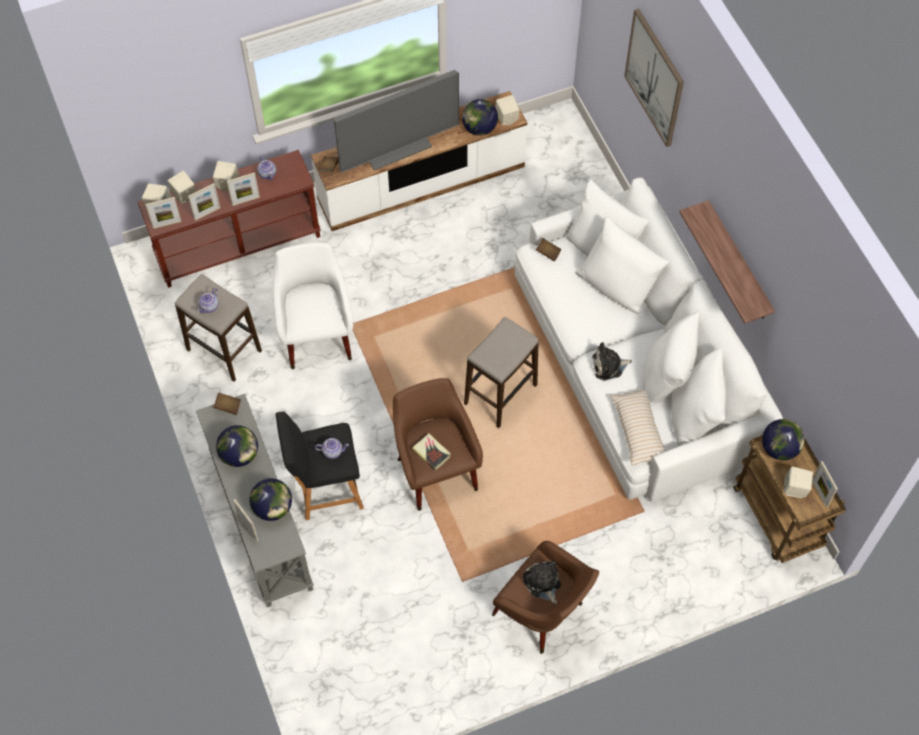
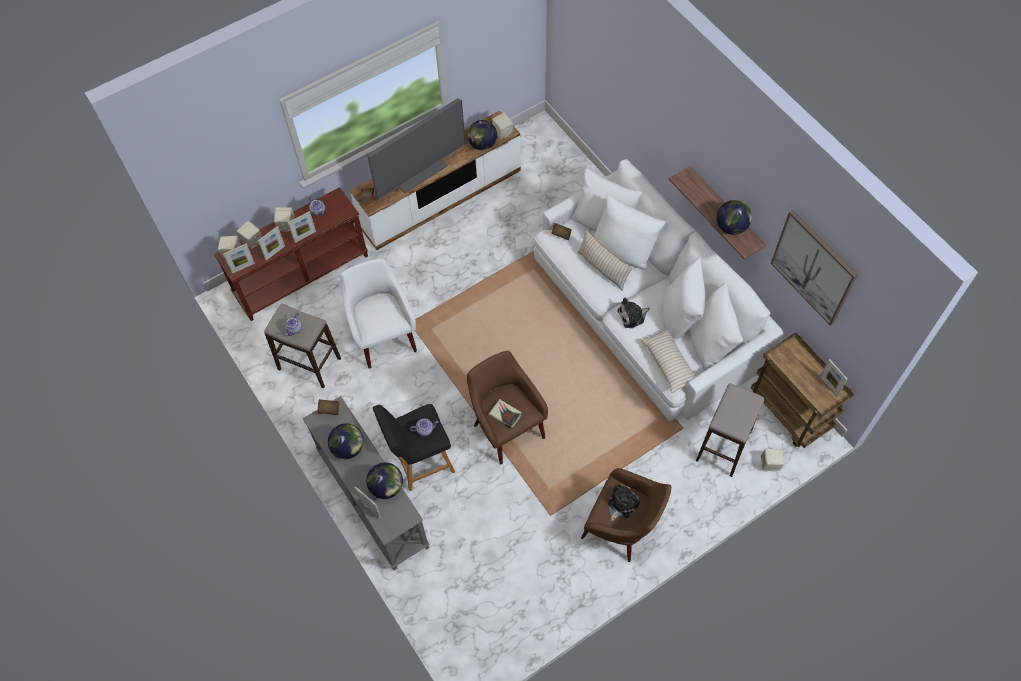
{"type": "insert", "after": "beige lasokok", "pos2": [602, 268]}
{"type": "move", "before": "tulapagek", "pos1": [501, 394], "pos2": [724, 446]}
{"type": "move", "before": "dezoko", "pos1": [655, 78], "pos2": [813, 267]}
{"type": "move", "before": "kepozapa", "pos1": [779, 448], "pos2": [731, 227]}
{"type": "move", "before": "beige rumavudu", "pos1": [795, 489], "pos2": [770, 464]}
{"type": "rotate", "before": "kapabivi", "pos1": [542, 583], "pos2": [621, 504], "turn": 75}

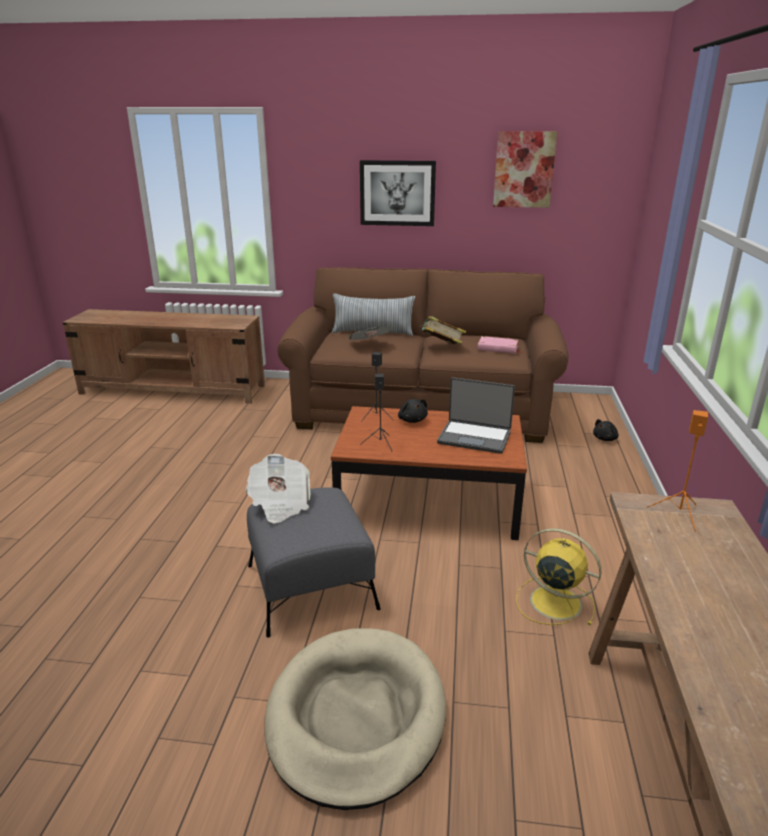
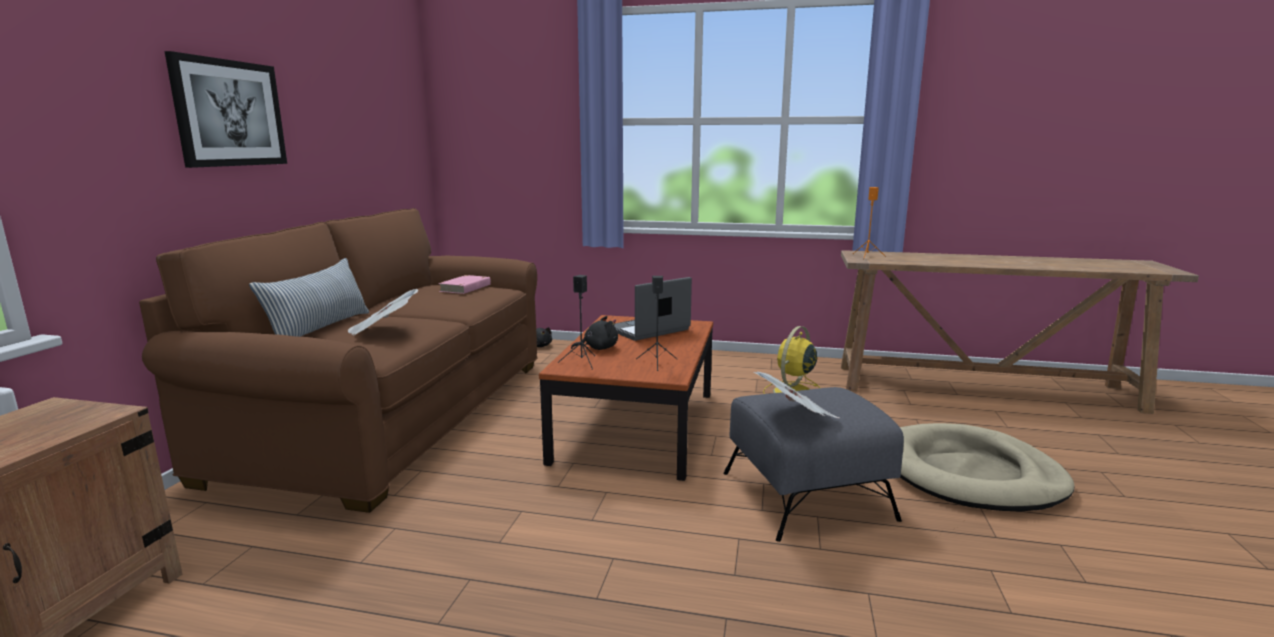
{"type": "delete", "before": "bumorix", "pos1": [441, 347]}
{"type": "delete", "before": "dezoko", "pos1": [524, 169]}
{"type": "rotate", "before": "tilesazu", "pos1": [474, 437], "pos2": [649, 330], "turn": -150}

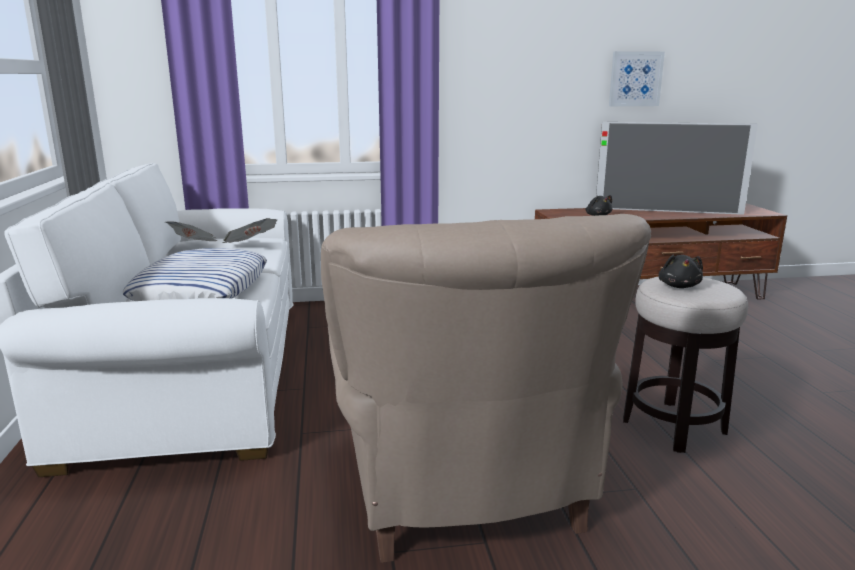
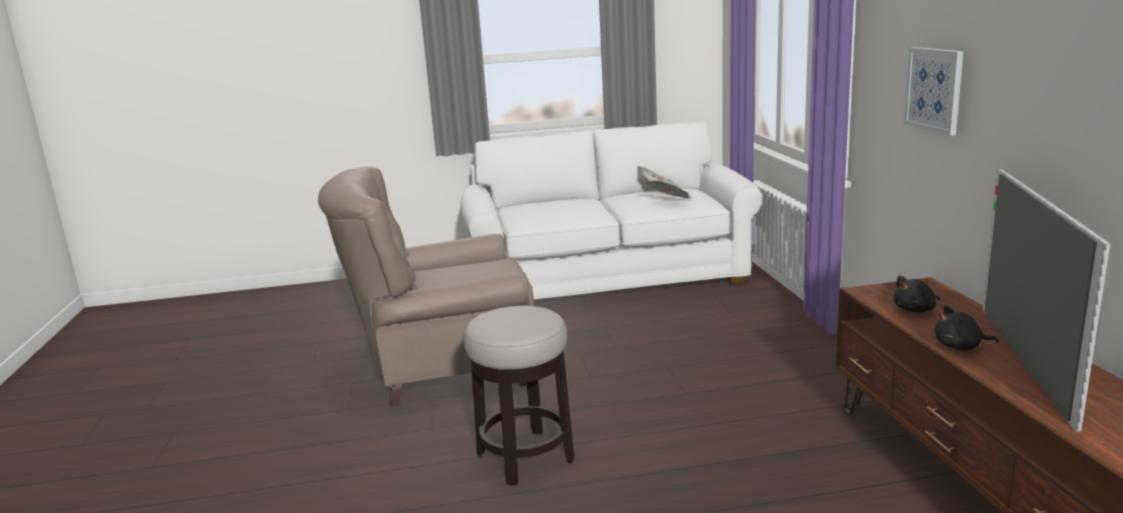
{"type": "delete", "before": "lasokok", "pos1": [201, 288]}
{"type": "move", "before": "dezoko", "pos1": [635, 79], "pos2": [934, 89]}
{"type": "move", "before": "black kapabivi", "pos1": [679, 286], "pos2": [960, 347]}

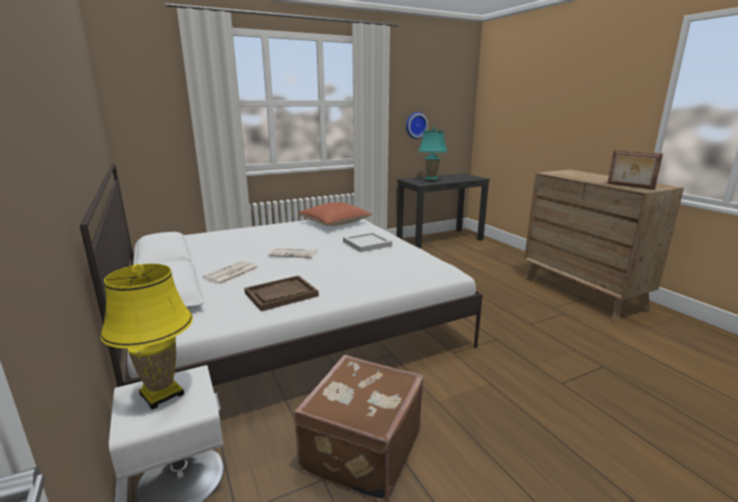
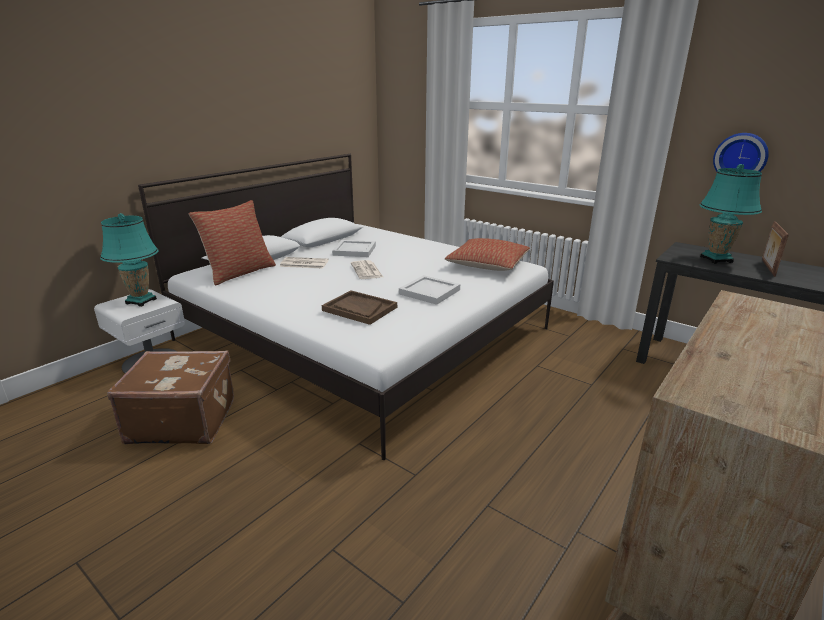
{"type": "insert", "after": "lasokok", "pos2": [239, 272]}
{"type": "insert", "after": "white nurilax", "pos2": [354, 250]}
{"type": "move", "before": "brown nurilax", "pos1": [281, 294], "pos2": [359, 309]}
{"type": "move", "before": "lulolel", "pos1": [630, 186], "pos2": [767, 268]}
{"type": "recolor", "before": "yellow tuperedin", "after": "turquoise tuperedin", "pos1": [162, 394], "pos2": [141, 301]}

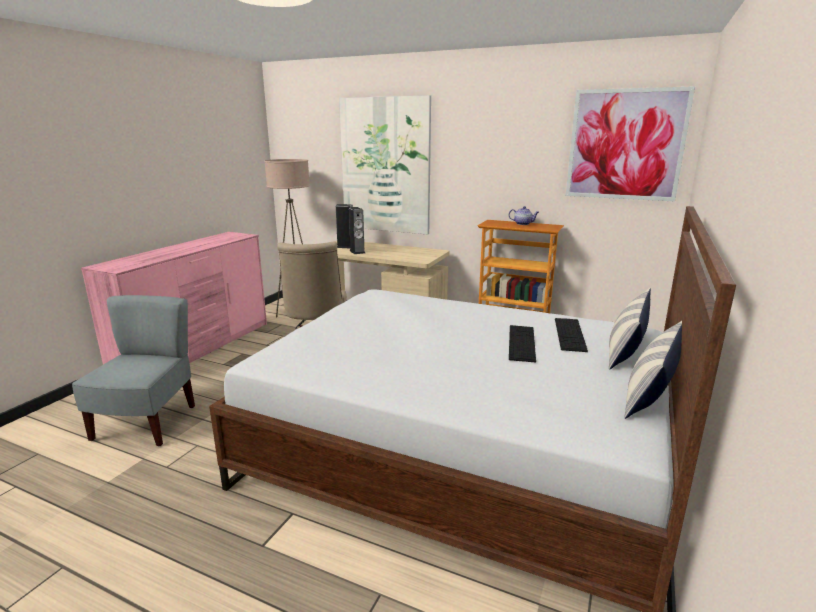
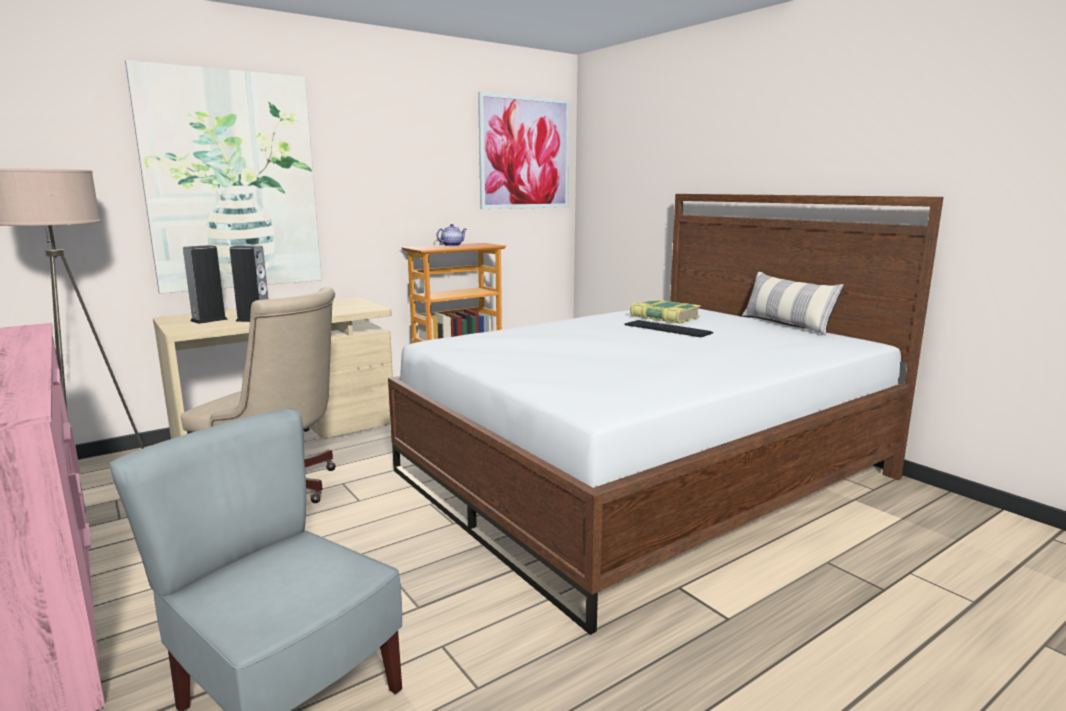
{"type": "delete", "before": "lasokok", "pos1": [625, 349]}
{"type": "replace", "before": "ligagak", "after": "bumorix", "pos1": [569, 334], "pos2": [664, 317]}

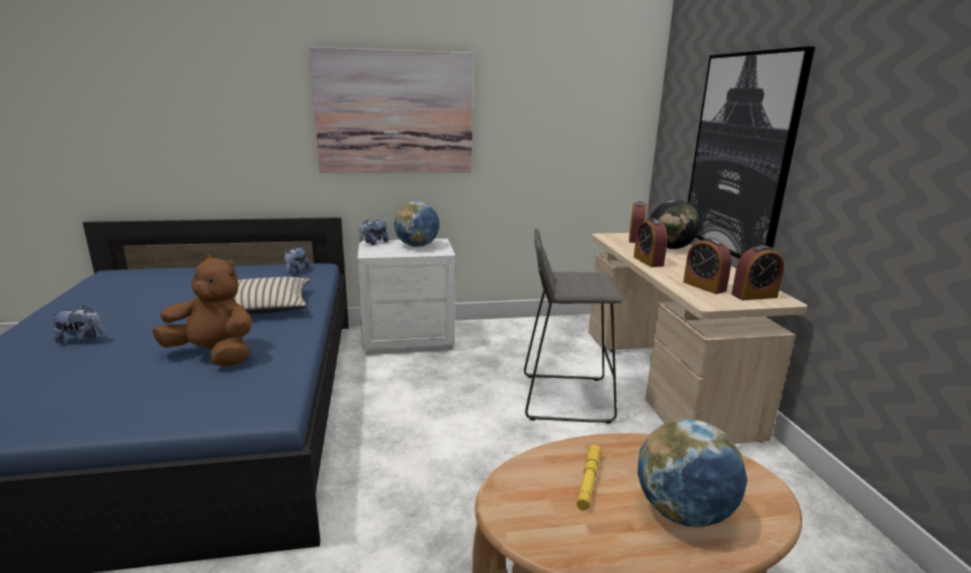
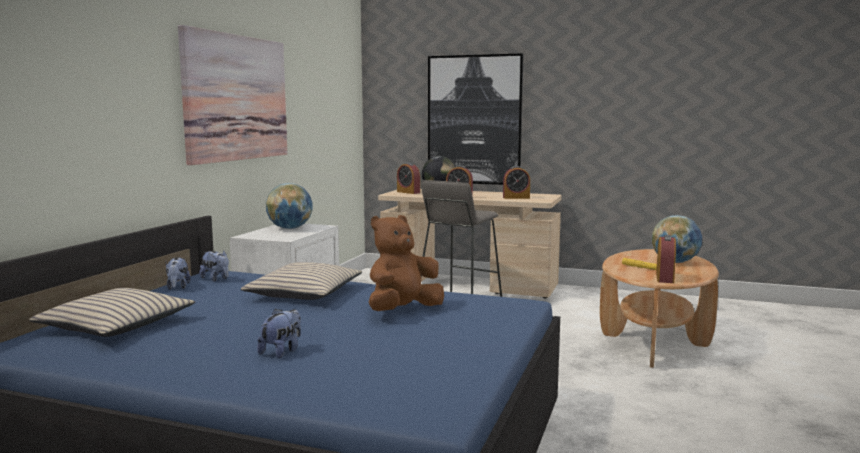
{"type": "insert", "after": "beige lasokok", "pos2": [116, 326]}
{"type": "move", "before": "kapabivi", "pos1": [374, 243], "pos2": [177, 287]}
{"type": "move", "before": "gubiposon", "pos1": [754, 296], "pos2": [664, 278]}

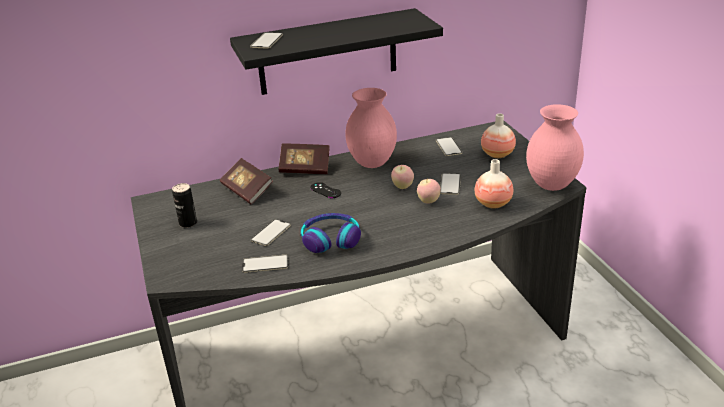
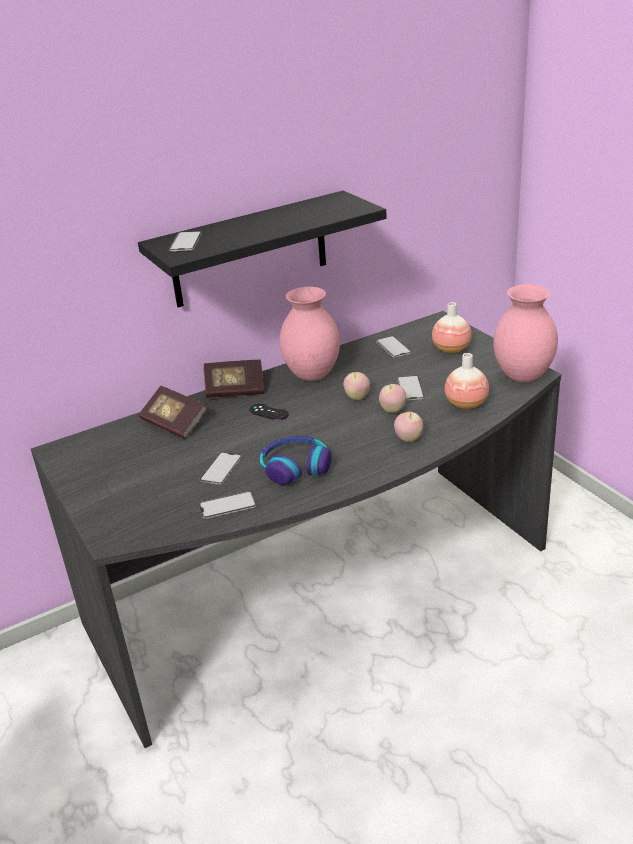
{"type": "delete", "before": "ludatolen", "pos1": [188, 223]}
{"type": "insert", "after": "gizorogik", "pos2": [408, 439]}

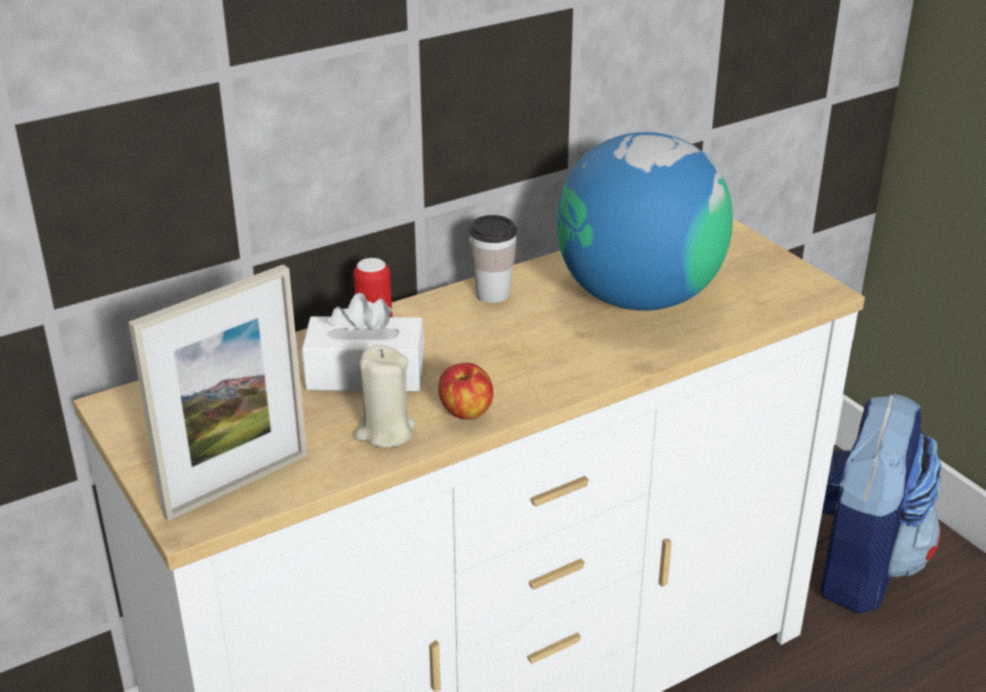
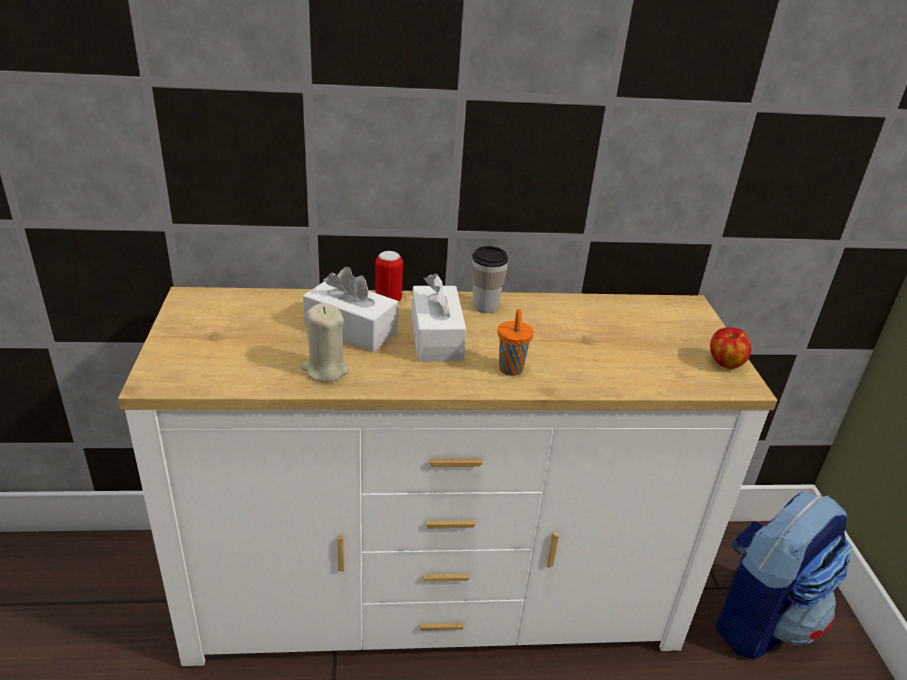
{"type": "delete", "before": "lulolel", "pos1": [237, 485]}
{"type": "delete", "before": "kepozapa", "pos1": [638, 296]}
{"type": "insert", "after": "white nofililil", "pos2": [436, 337]}
{"type": "insert", "after": "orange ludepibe", "pos2": [511, 370]}
{"type": "move", "before": "gizorogik", "pos1": [465, 413], "pos2": [725, 363]}

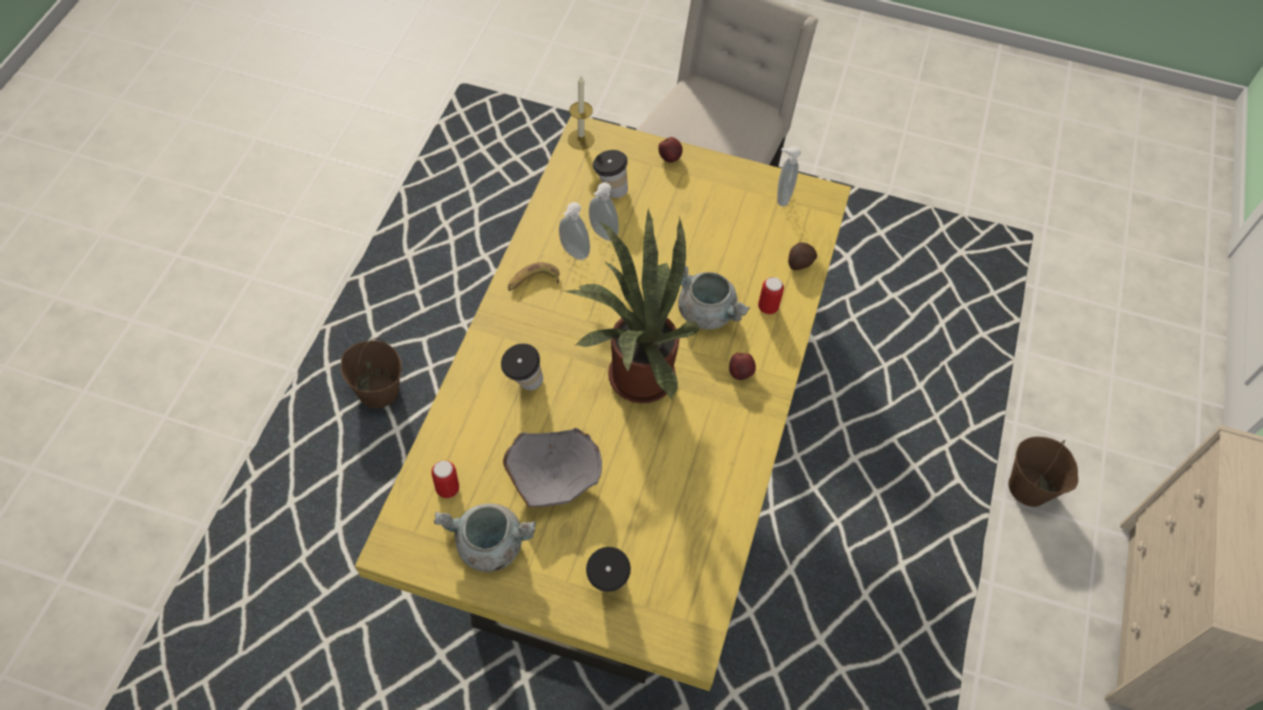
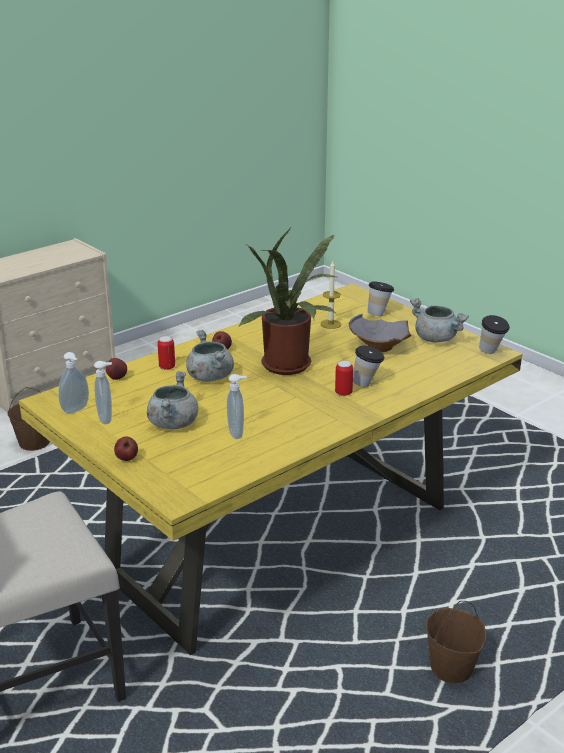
{"type": "delete", "before": "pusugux", "pos1": [533, 282]}
{"type": "insert", "after": "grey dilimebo", "pos2": [173, 423]}
{"type": "move", "before": "ludatolen", "pos1": [447, 489], "pos2": [343, 393]}
{"type": "move", "before": "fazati", "pos1": [573, 253], "pos2": [107, 419]}
{"type": "move", "before": "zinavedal", "pos1": [581, 139], "pos2": [330, 324]}
{"type": "move", "before": "ludepibe", "pos1": [610, 189], "pos2": [491, 352]}
{"type": "replace", "before": "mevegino", "after": "gizorogik", "pos1": [799, 263], "pos2": [117, 378]}

